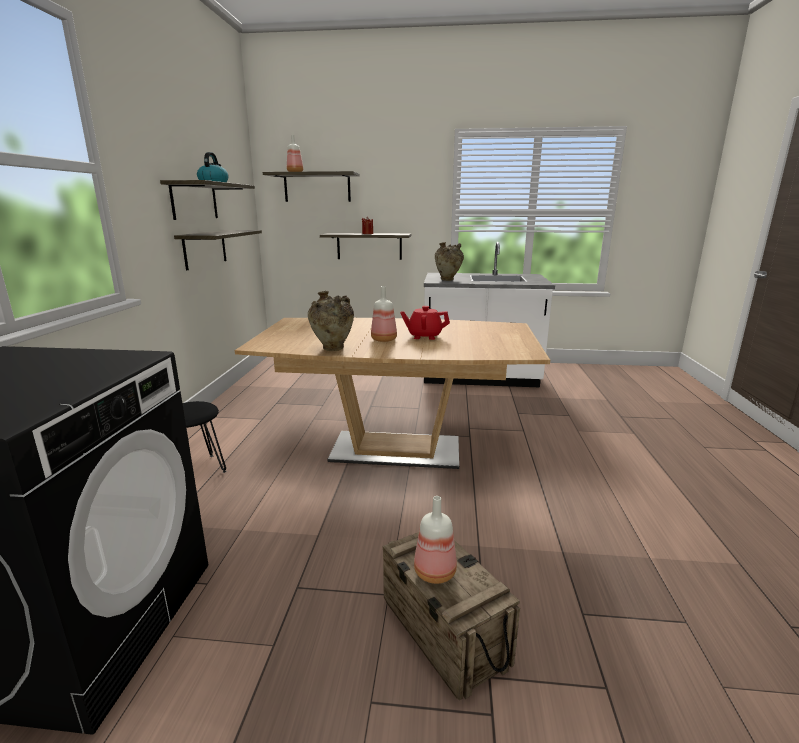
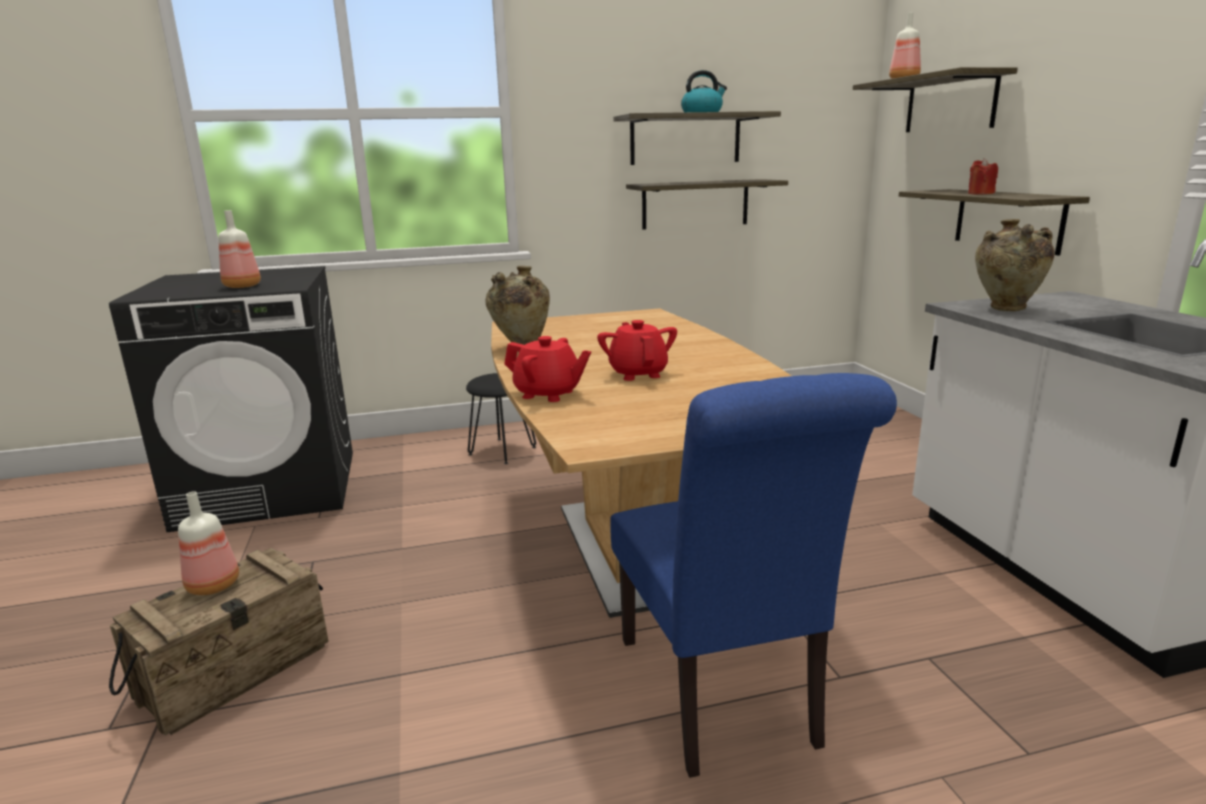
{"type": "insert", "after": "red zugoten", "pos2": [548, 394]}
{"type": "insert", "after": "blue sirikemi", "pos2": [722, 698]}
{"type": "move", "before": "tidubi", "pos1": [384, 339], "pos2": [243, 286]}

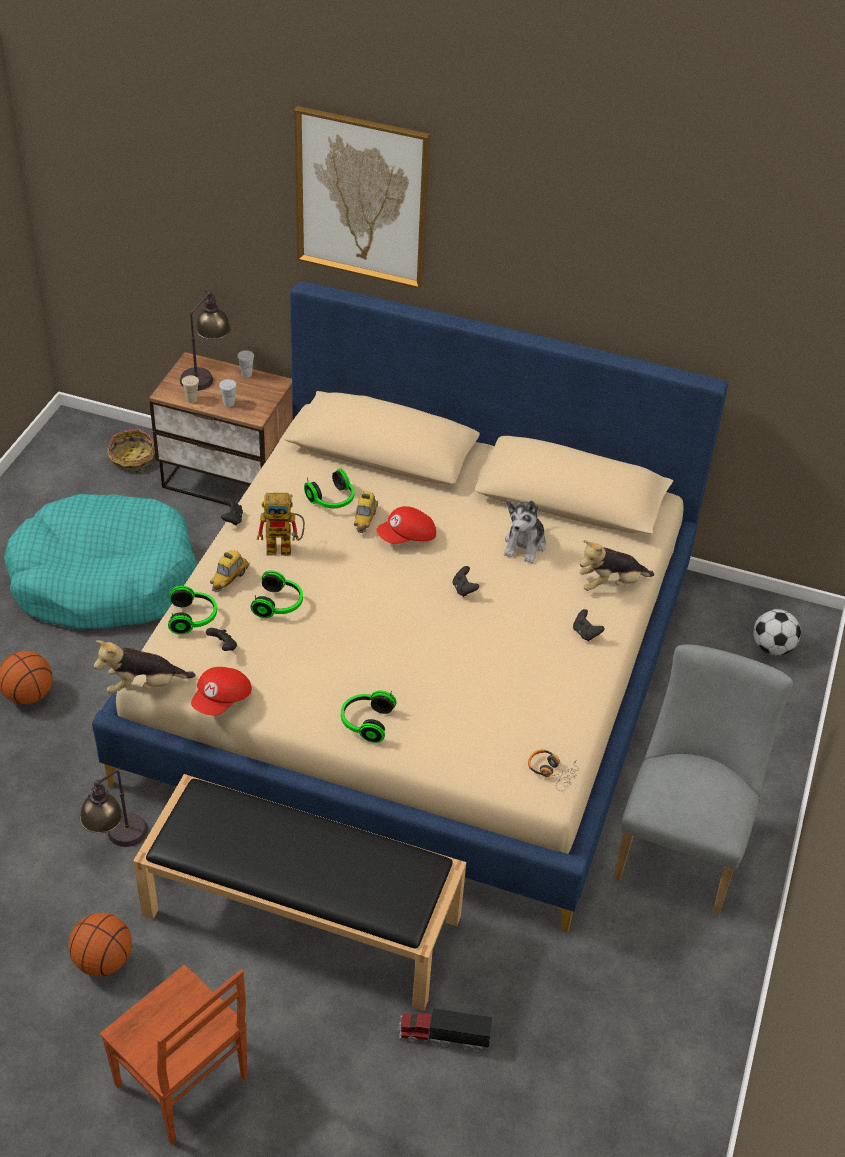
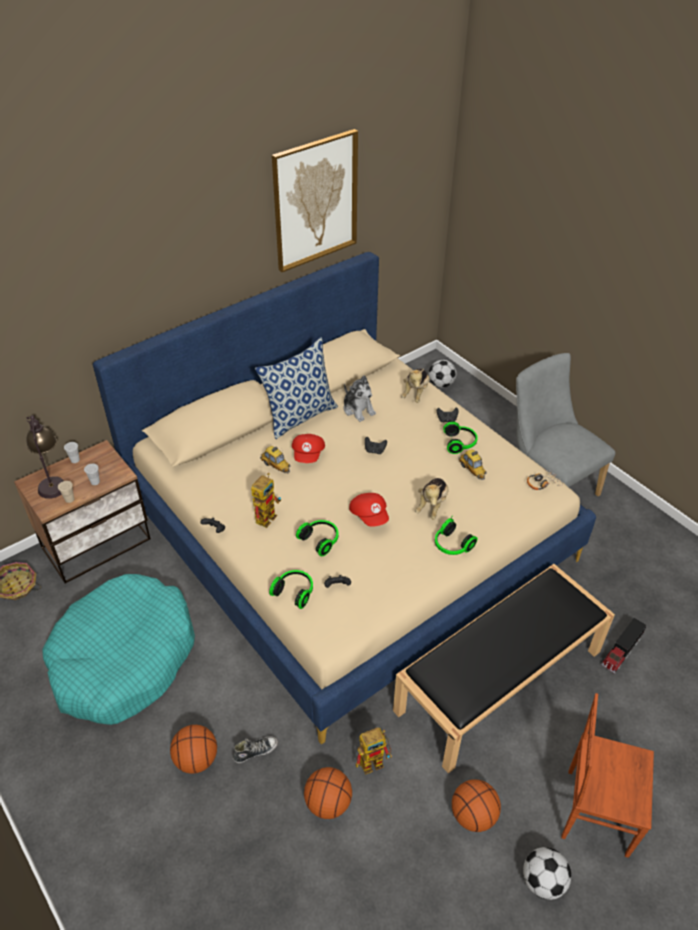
{"type": "insert", "after": "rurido", "pos2": [255, 751]}
{"type": "insert", "after": "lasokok", "pos2": [300, 416]}
{"type": "insert", "after": "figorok", "pos2": [328, 803]}
{"type": "insert", "after": "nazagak", "pos2": [542, 881]}
{"type": "move", "before": "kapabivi", "pos1": [144, 686], "pos2": [432, 505]}
{"type": "move", "before": "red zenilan", "pos1": [222, 700], "pos2": [370, 515]}
{"type": "move", "before": "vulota", "pos1": [229, 579], "pos2": [472, 470]}
{"type": "move", "before": "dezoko", "pos1": [362, 197], "pos2": [315, 201]}
{"type": "move", "before": "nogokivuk", "pos1": [332, 500], "pos2": [460, 443]}
{"type": "replace", "before": "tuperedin", "after": "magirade", "pos1": [117, 841], "pos2": [375, 760]}
{"type": "rotate", "before": "brown sirikemi", "pos1": [181, 1084], "pos2": [595, 810], "turn": -150}

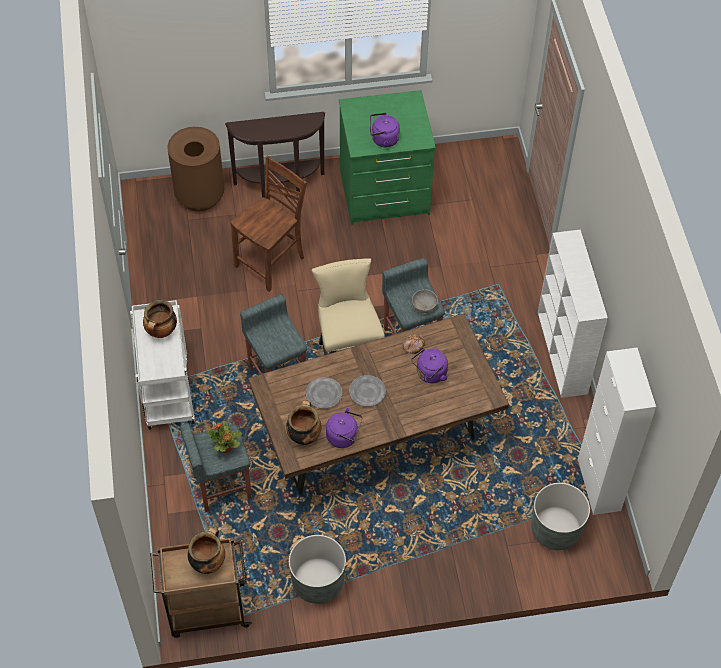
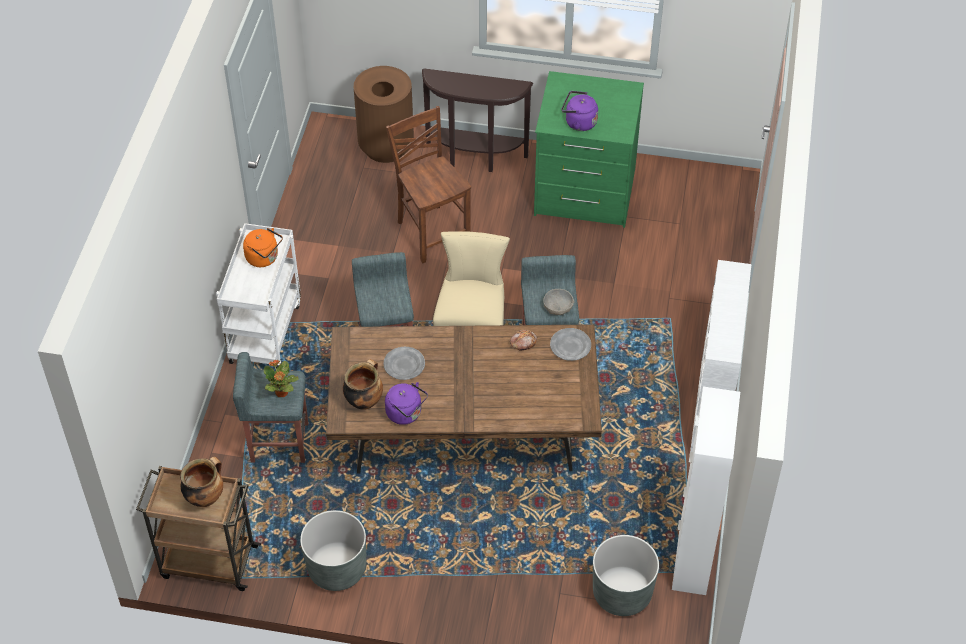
{"type": "delete", "before": "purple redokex", "pos1": [430, 374]}
{"type": "move", "before": "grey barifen", "pos1": [367, 392], "pos2": [570, 346]}
{"type": "replace", "before": "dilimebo", "after": "orange redokex", "pos1": [161, 332], "pos2": [264, 258]}
{"type": "rotate", "before": "brown sirikemi", "pos1": [271, 262], "pos2": [432, 232], "turn": -90}

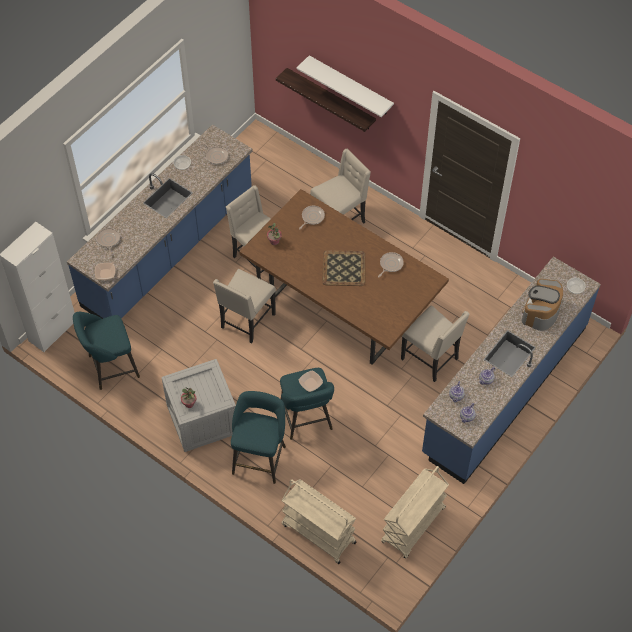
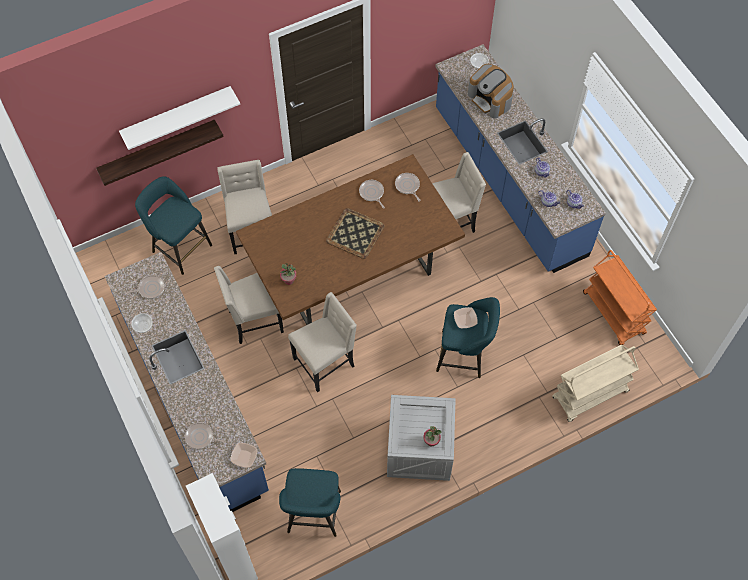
{"type": "move", "before": "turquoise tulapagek", "pos1": [260, 457], "pos2": [179, 247]}
{"type": "move", "before": "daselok", "pos1": [312, 217], "pos2": [407, 186]}
{"type": "recolor", "before": "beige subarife", "after": "orange subarife", "pos1": [413, 526], "pos2": [614, 313]}
{"type": "rotate", "before": "beige sirikemi", "pos1": [246, 321], "pos2": [325, 362], "turn": -90}

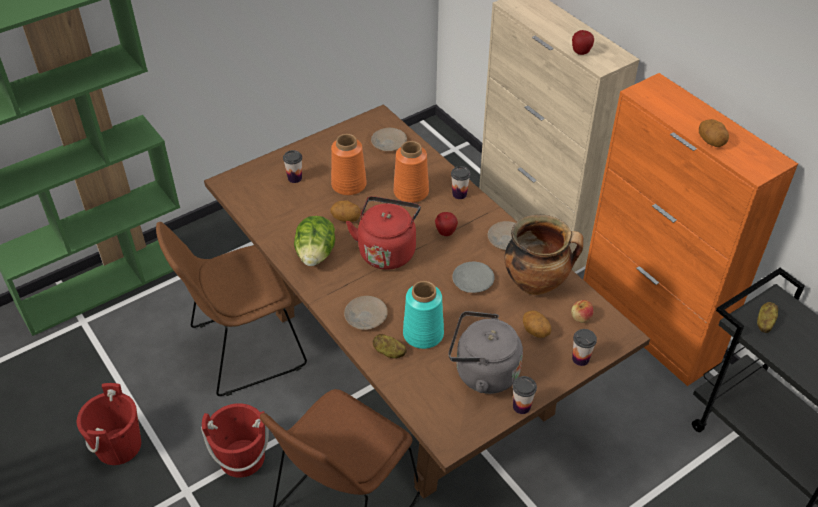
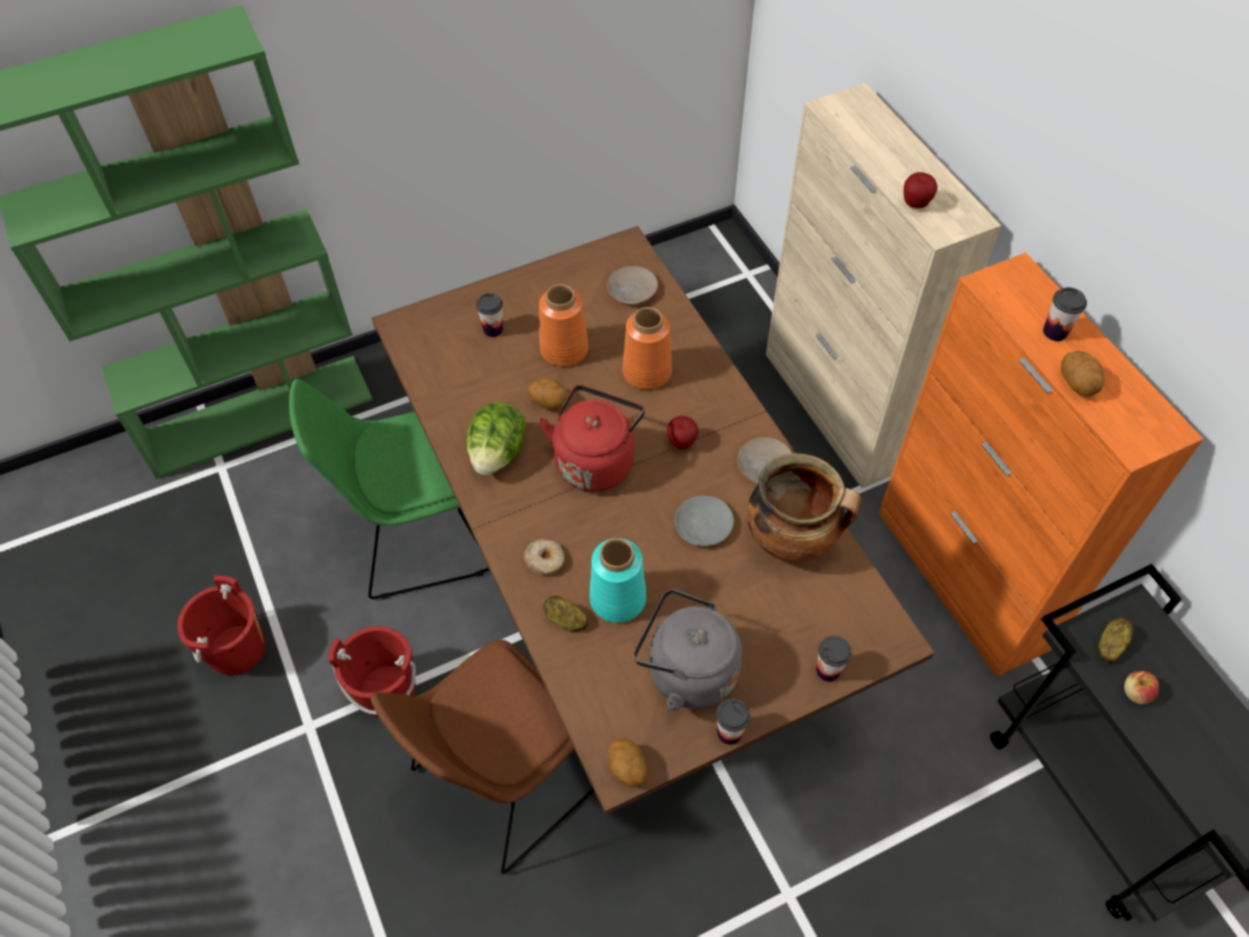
{"type": "move", "before": "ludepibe", "pos1": [459, 194], "pos2": [1055, 332]}
{"type": "move", "before": "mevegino", "pos1": [535, 332], "pos2": [626, 769]}
{"type": "move", "before": "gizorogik", "pos1": [581, 317], "pos2": [1136, 693]}
{"type": "replace", "before": "beige barifen", "after": "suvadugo", "pos1": [365, 317], "pos2": [545, 560]}
{"type": "recolor", "before": "brown sirikemi", "after": "green sirikemi", "pos1": [243, 349], "pos2": [414, 535]}

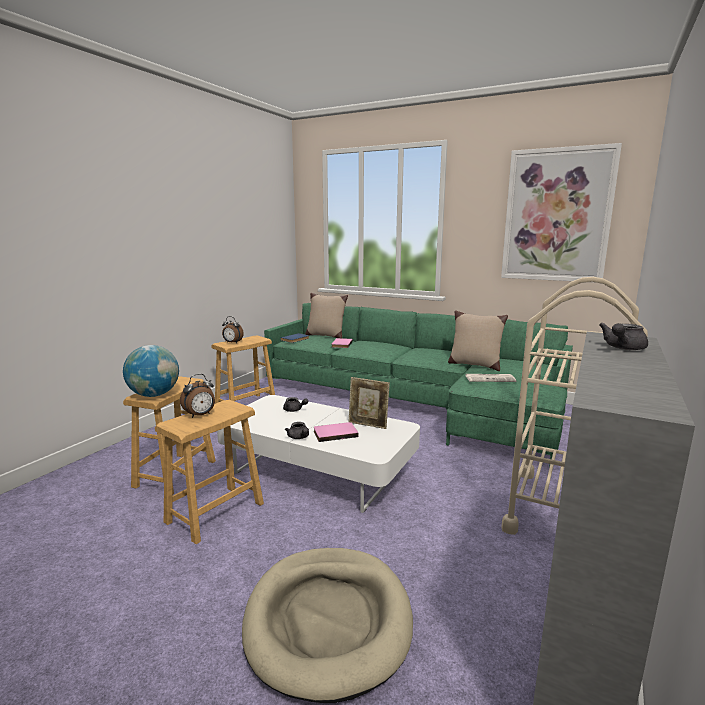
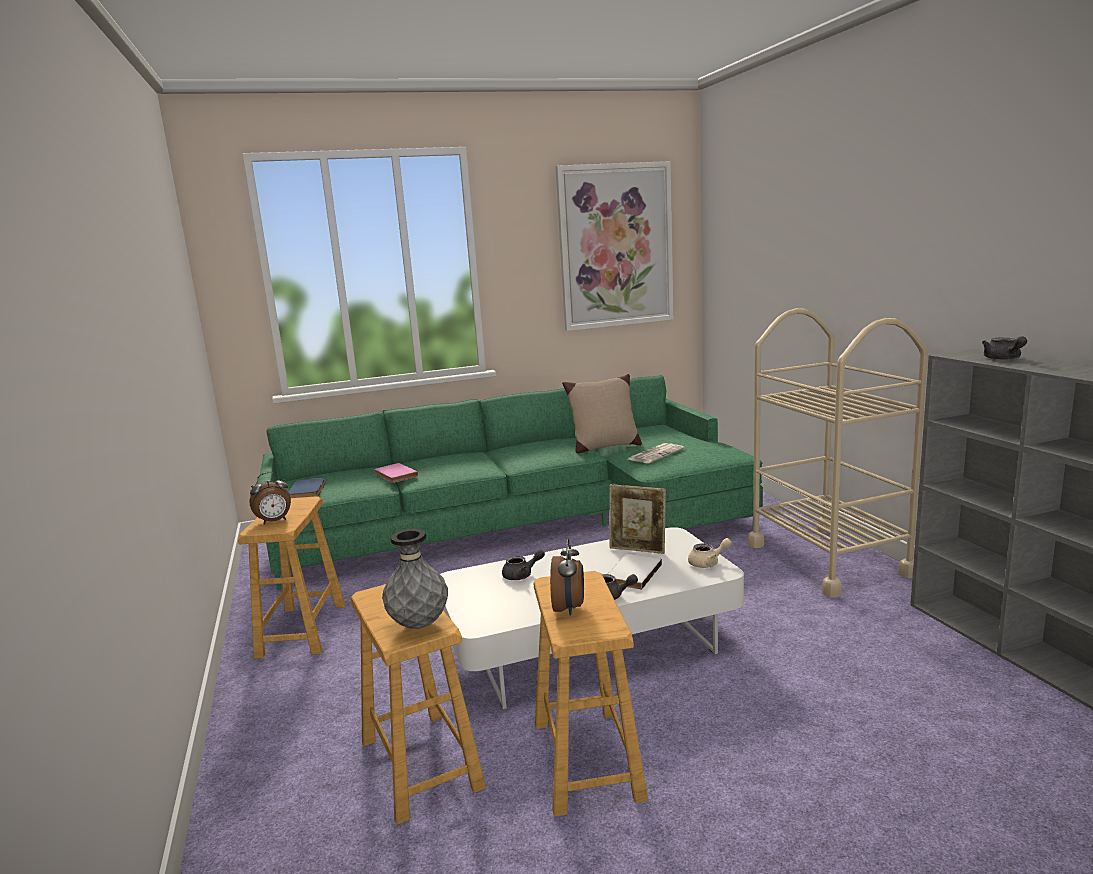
{"type": "delete", "before": "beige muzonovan", "pos1": [328, 621]}
{"type": "delete", "before": "beige lasokok", "pos1": [325, 336]}
{"type": "insert", "after": "beige zugoten", "pos2": [708, 563]}
{"type": "replace", "before": "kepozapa", "after": "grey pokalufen", "pos1": [154, 395], "pos2": [419, 625]}
{"type": "recolor", "before": "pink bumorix", "after": "white bumorix", "pos1": [335, 433], "pos2": [631, 573]}
{"type": "rotate", "before": "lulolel", "pos1": [368, 425], "pos2": [638, 550], "turn": 45}

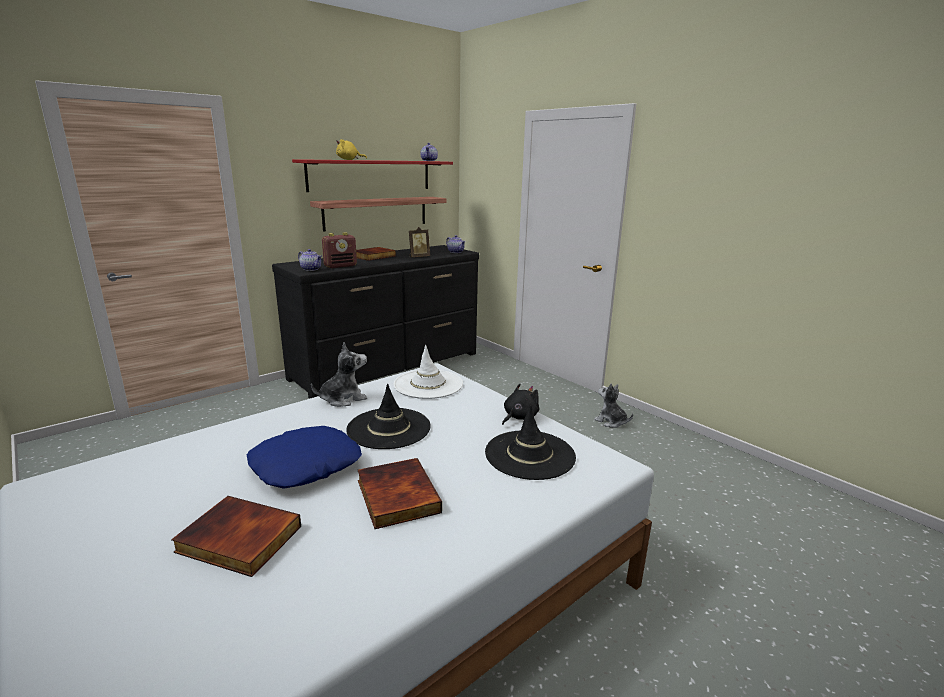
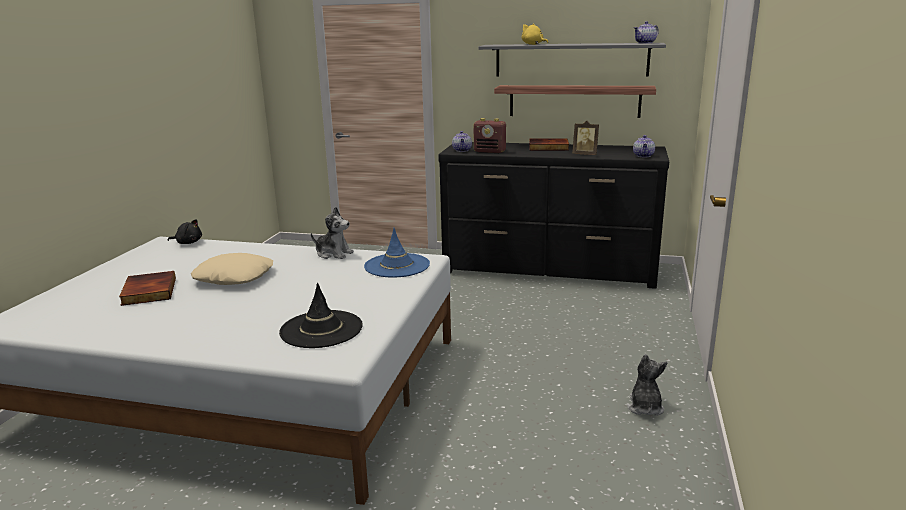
{"type": "delete", "before": "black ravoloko", "pos1": [389, 428]}
{"type": "delete", "before": "bumorix", "pos1": [396, 496]}
{"type": "move", "before": "black kapabivi", "pos1": [519, 417], "pos2": [188, 242]}
{"type": "recolor", "before": "blue lasokok", "after": "beige lasokok", "pos1": [305, 465], "pos2": [234, 277]}
{"type": "recolor", "before": "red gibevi", "after": "grey gibevi", "pos1": [371, 175], "pos2": [571, 60]}
{"type": "recolor", "before": "white ravoloko", "after": "blue ravoloko", "pos1": [428, 384], "pos2": [397, 266]}

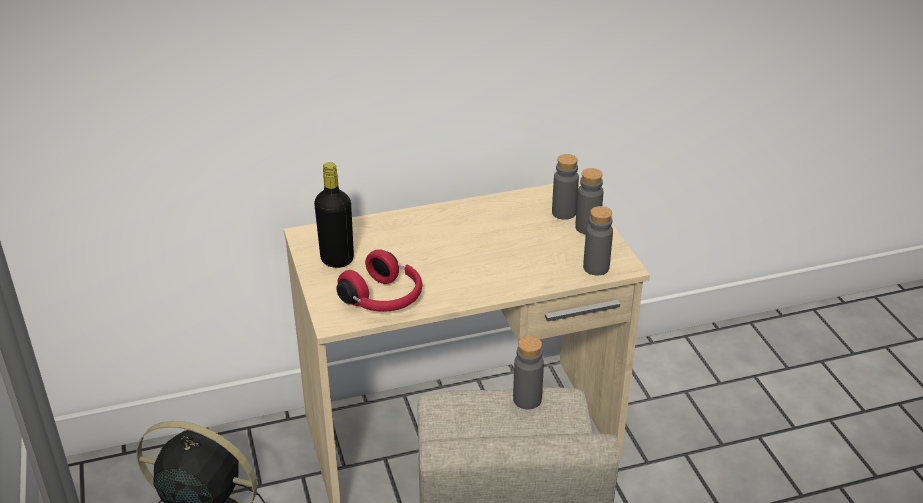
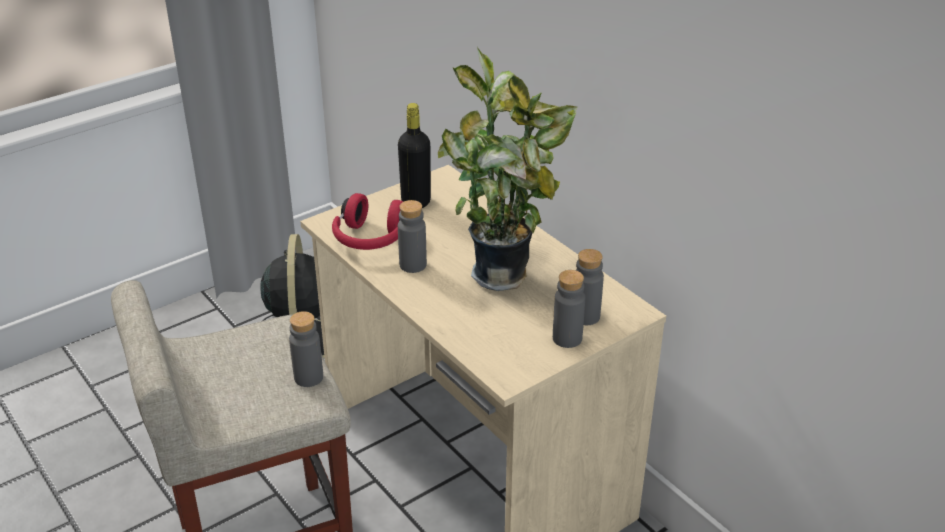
{"type": "insert", "after": "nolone", "pos2": [507, 276]}
{"type": "move", "before": "grey tidubi", "pos1": [596, 267], "pos2": [413, 265]}

